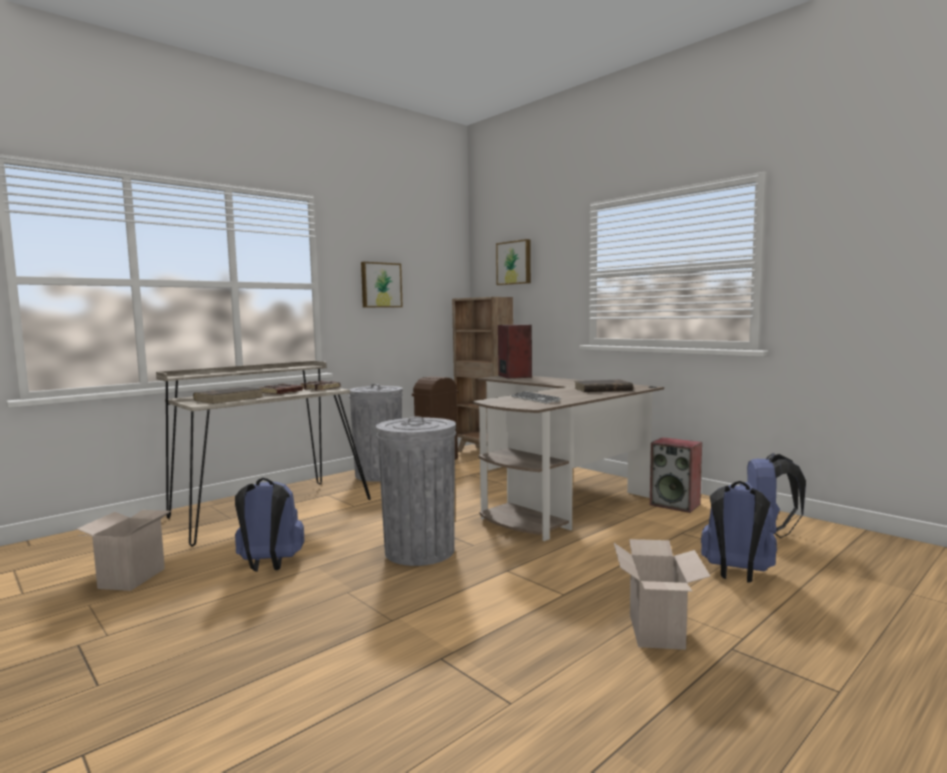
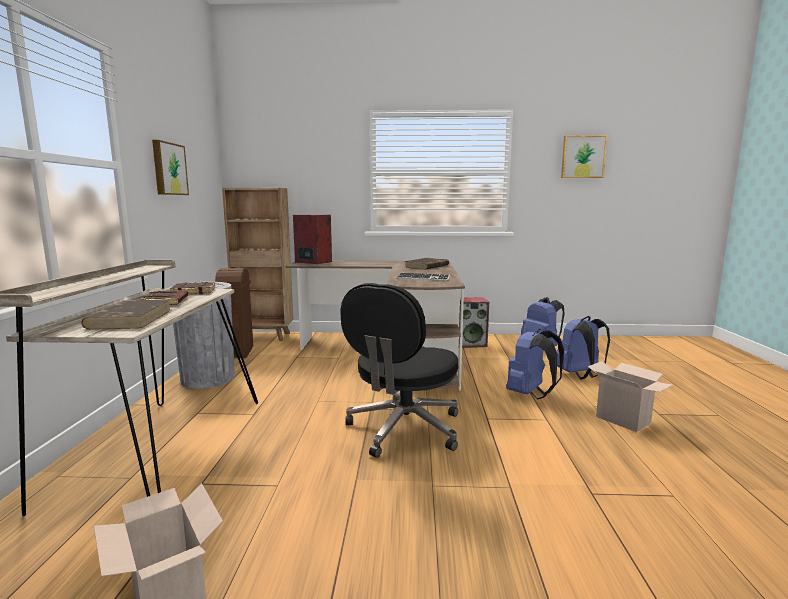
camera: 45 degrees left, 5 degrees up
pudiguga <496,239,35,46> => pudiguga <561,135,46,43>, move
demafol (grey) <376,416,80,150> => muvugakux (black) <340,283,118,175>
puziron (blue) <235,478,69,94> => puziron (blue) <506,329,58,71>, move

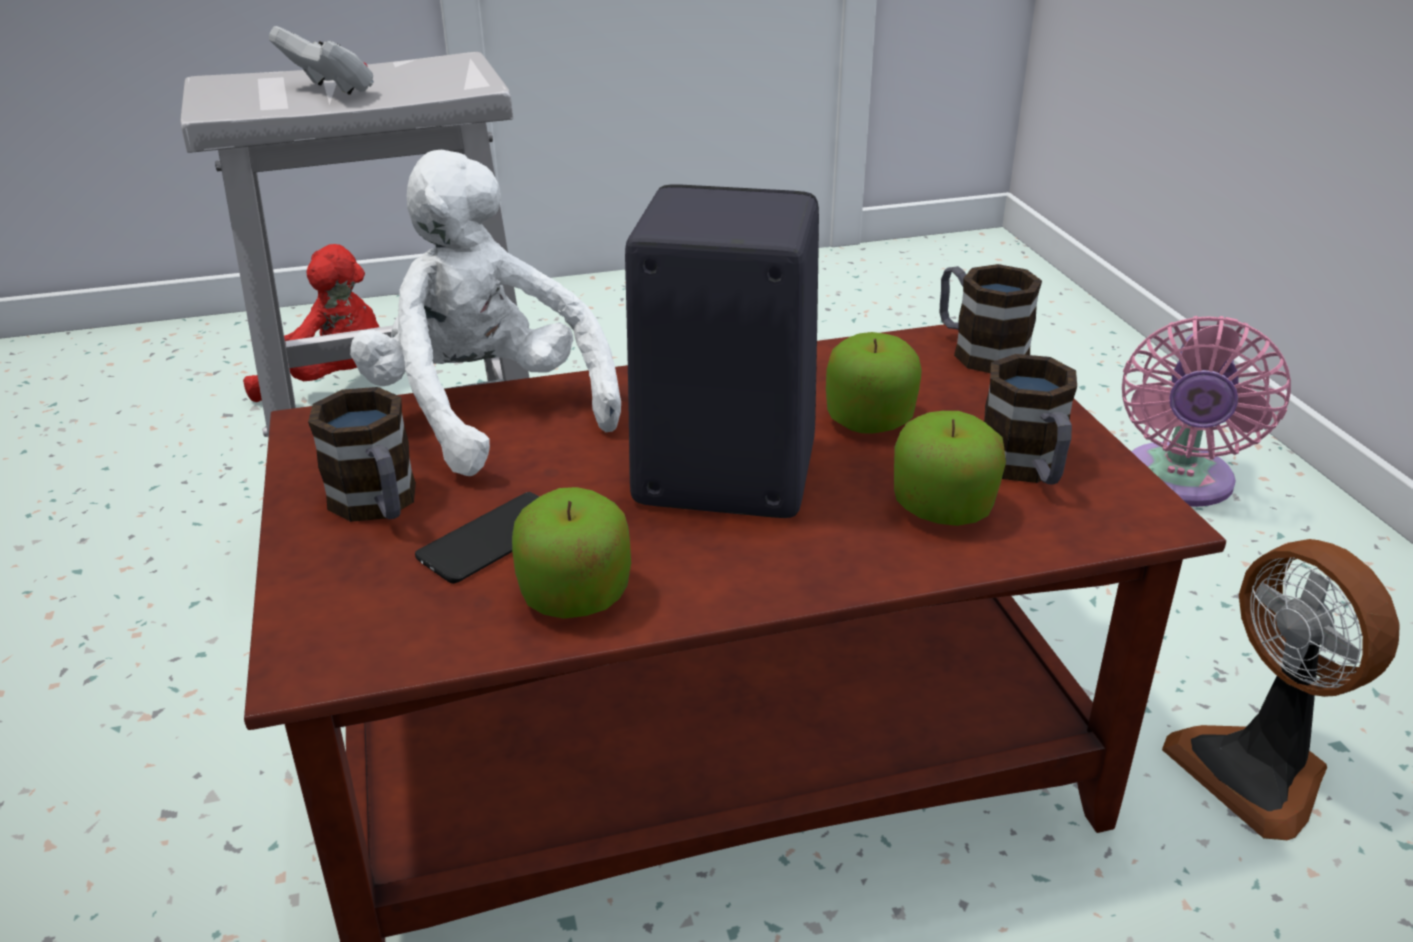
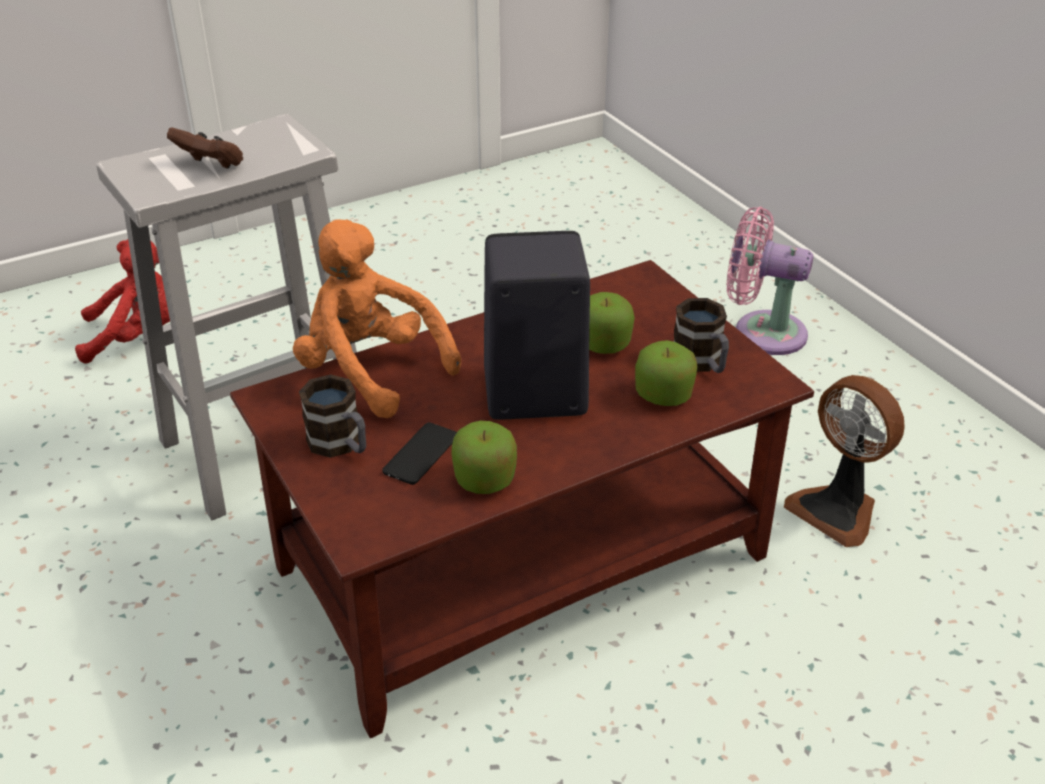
camera: 15 degrees left, 5 degrees up
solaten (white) <269,26,105,69> => solaten (brown) <167,127,76,42>
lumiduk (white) <350,150,271,326> => lumiduk (orange) <293,219,168,199>
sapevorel <939,264,103,109> => nothing
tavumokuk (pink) <1122,316,169,191> => tavumokuk (pink) <727,207,86,148>, 105 degrees clockwise

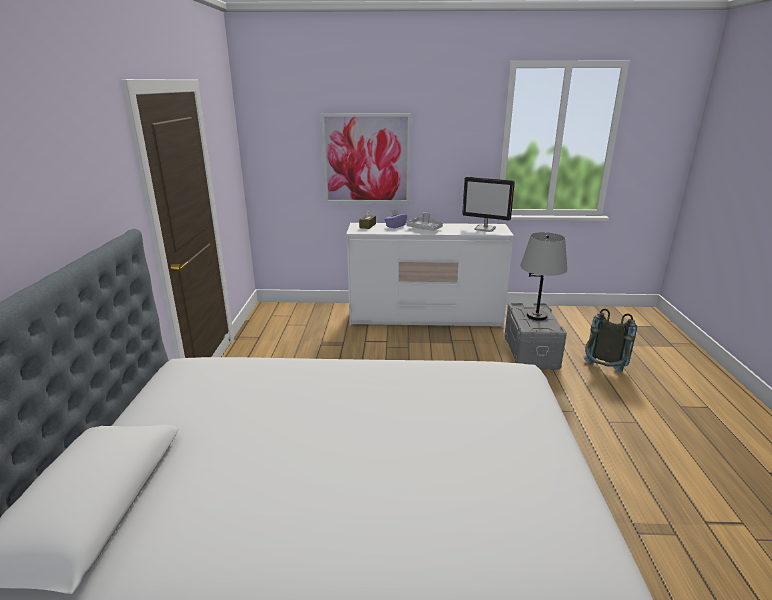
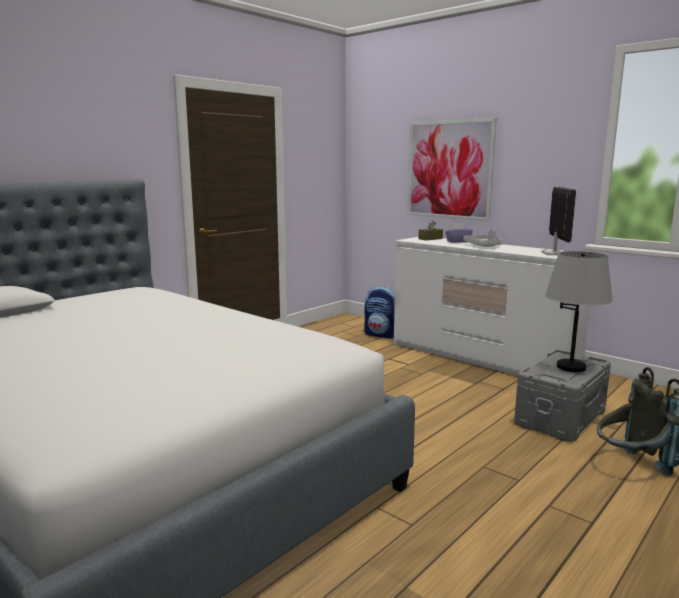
camera: 40 degrees right, 10 degrees down
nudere <462,177,53,55> => nudere <541,187,35,68>, 150 degrees counterclockwise
nothing => puziron <364,286,31,53>

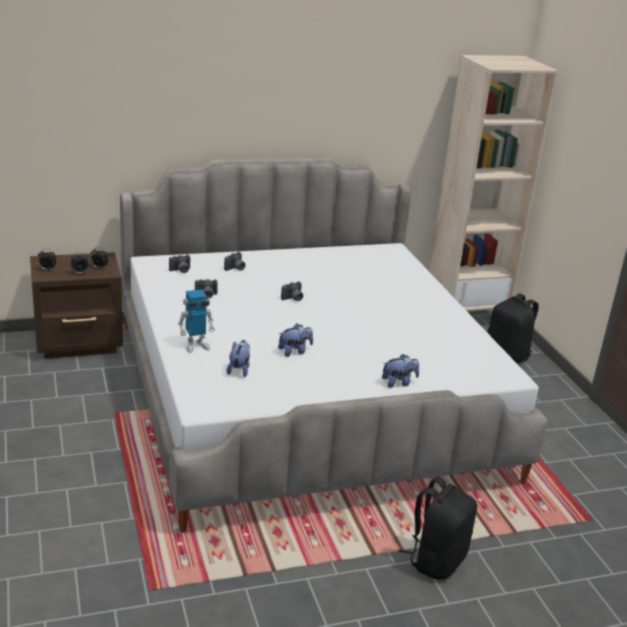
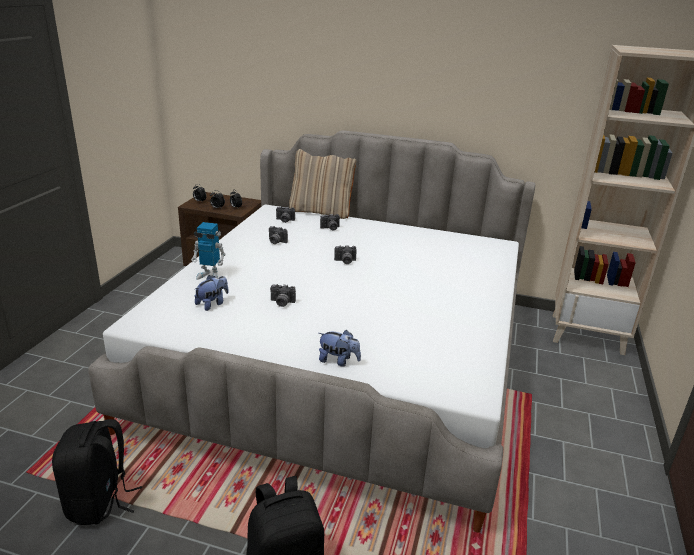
camera: 35 degrees right, 0 degrees up
puziron (black) <488,294,51,69> => puziron (black) <52,419,90,106>, move
lumiduk <278,324,35,33> => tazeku <270,284,26,23>
nothing => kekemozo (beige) <289,149,67,70>

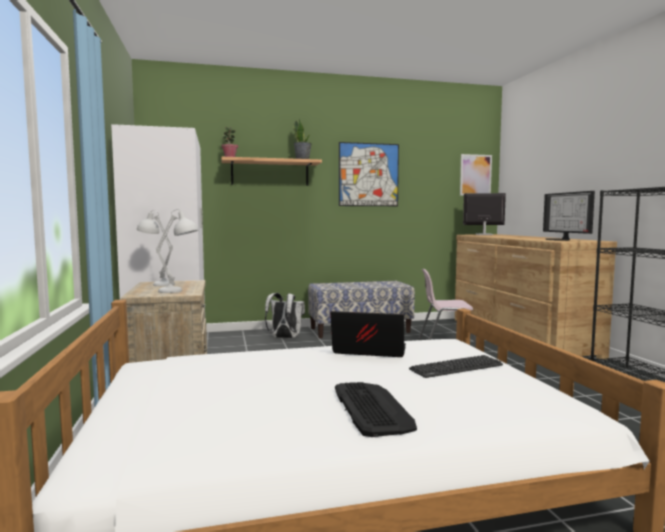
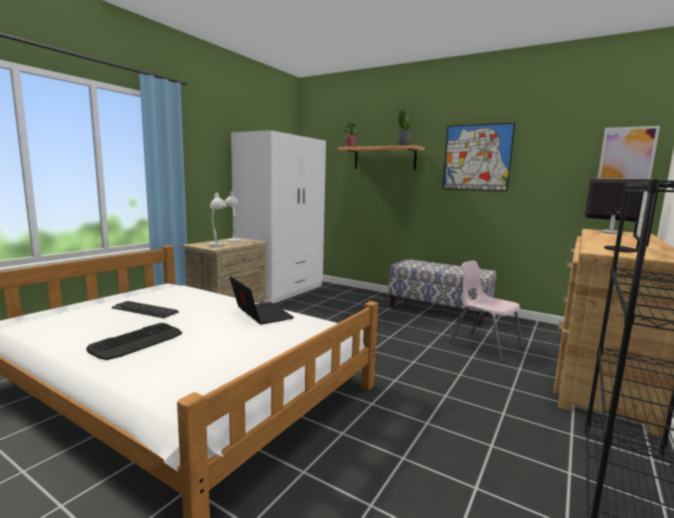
camera: 45 degrees right, 5 degrees up
puziron (white) <265,293,40,45> => nothing
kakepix <409,355,94,23> => kakepix <112,301,67,17>, move

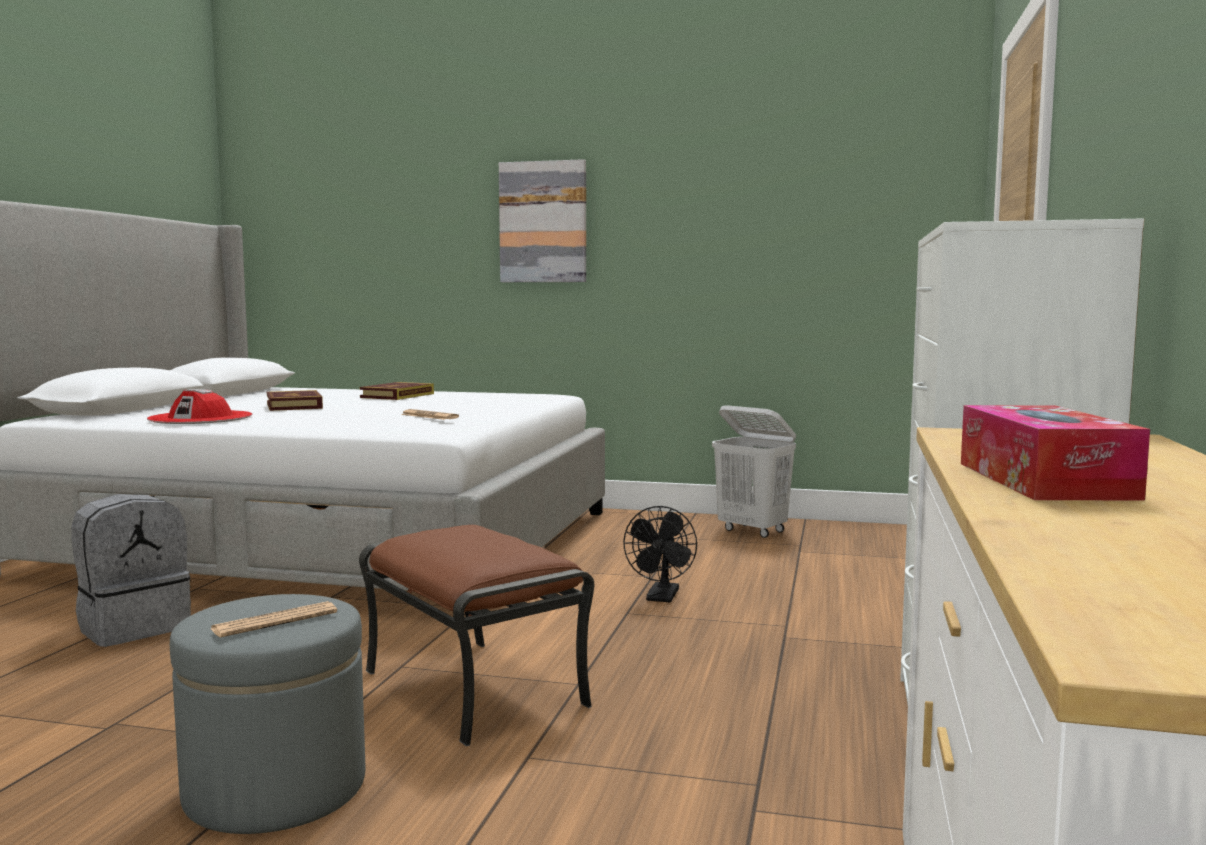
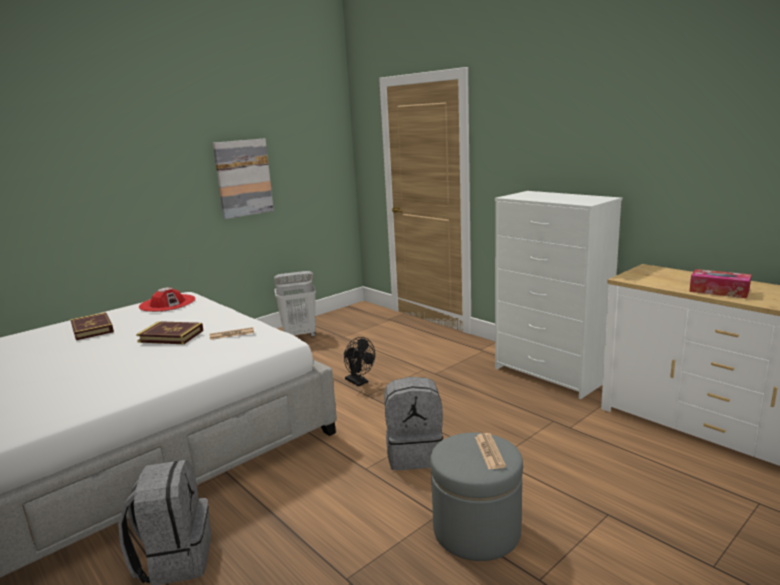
camera: 55 degrees left, 10 degrees up
pudiguga <499,159,87,123> => pudiguga <213,139,61,80>, move
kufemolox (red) <147,389,105,35> => kufemolox (red) <139,288,57,24>, move
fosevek <267,390,56,21> => fosevek <136,321,68,23>, move
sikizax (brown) <359,525,235,221> => puziron (grey) <384,377,60,93>

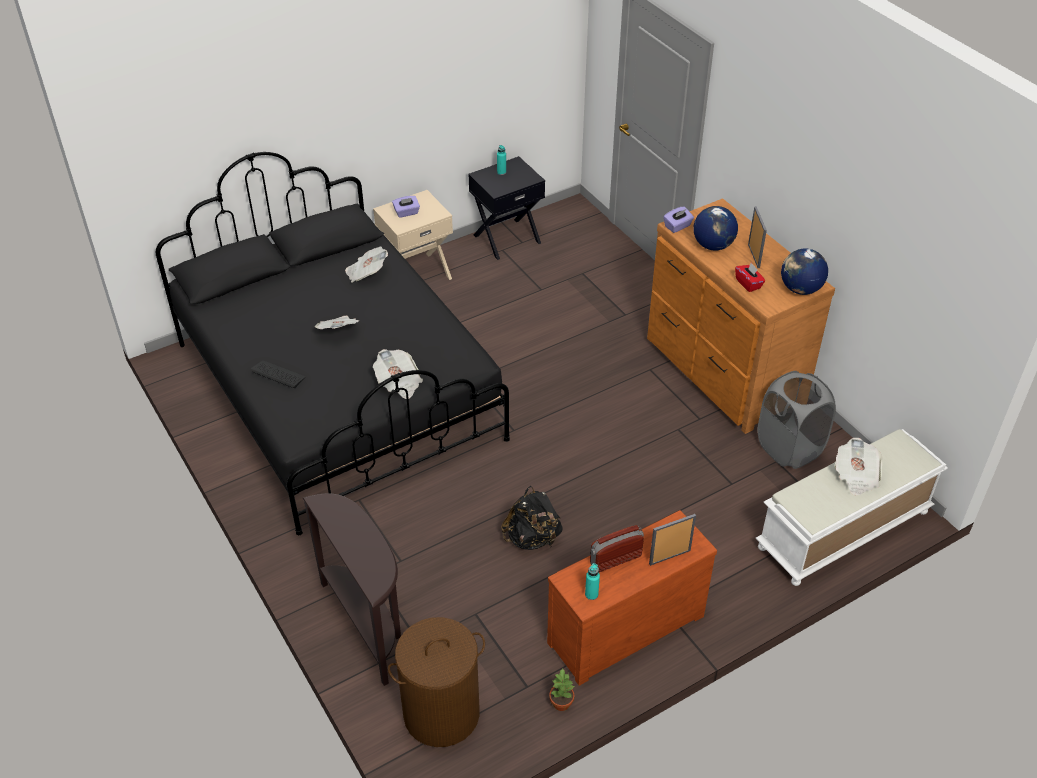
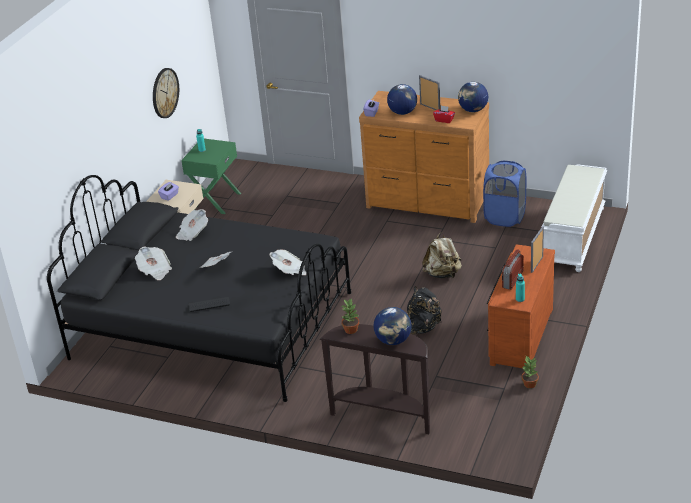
camera: 35 degrees left, 10 degrees down
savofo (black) <468,156,77,104> => savofo (green) <181,139,60,75>
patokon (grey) <758,371,78,98> => patokon (blue) <483,160,43,67>
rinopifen <834,438,49,58> => rinopifen <135,246,37,34>, move
patokon (brown) <388,617,97,130> => nothing
nothing => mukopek <153,68,26,50>
nothing => puziron (beige) <422,232,40,47>
nothing => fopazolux <341,298,18,36>
nothing => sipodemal <374,307,38,38>

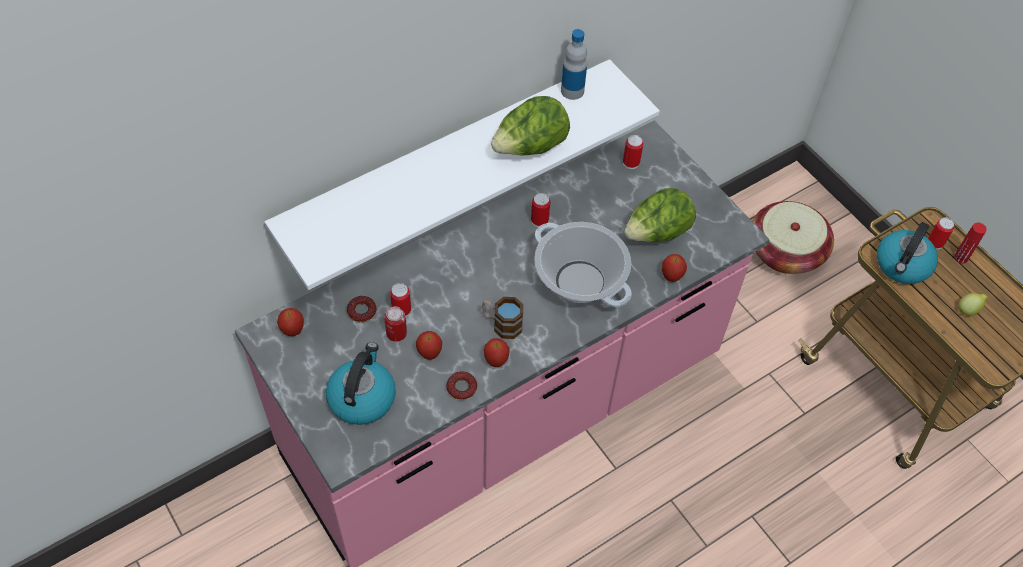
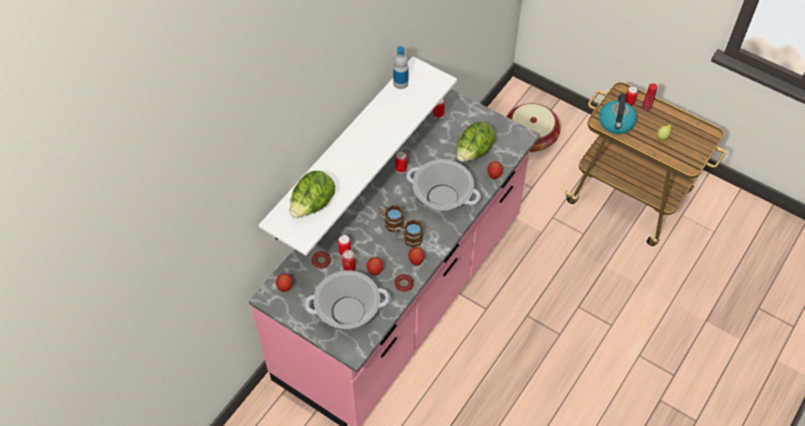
camera: 20 degrees left, 0 degrees up
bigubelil <491,96,79,60> => bigubelil <290,171,45,47>, move
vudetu <326,342,70,83> => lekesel <304,271,86,58>
nothing => sapevorel <379,205,25,27>

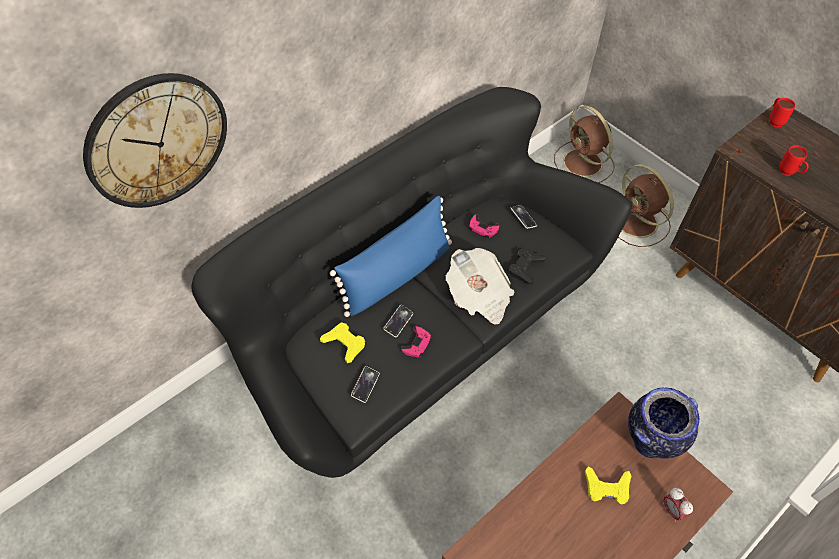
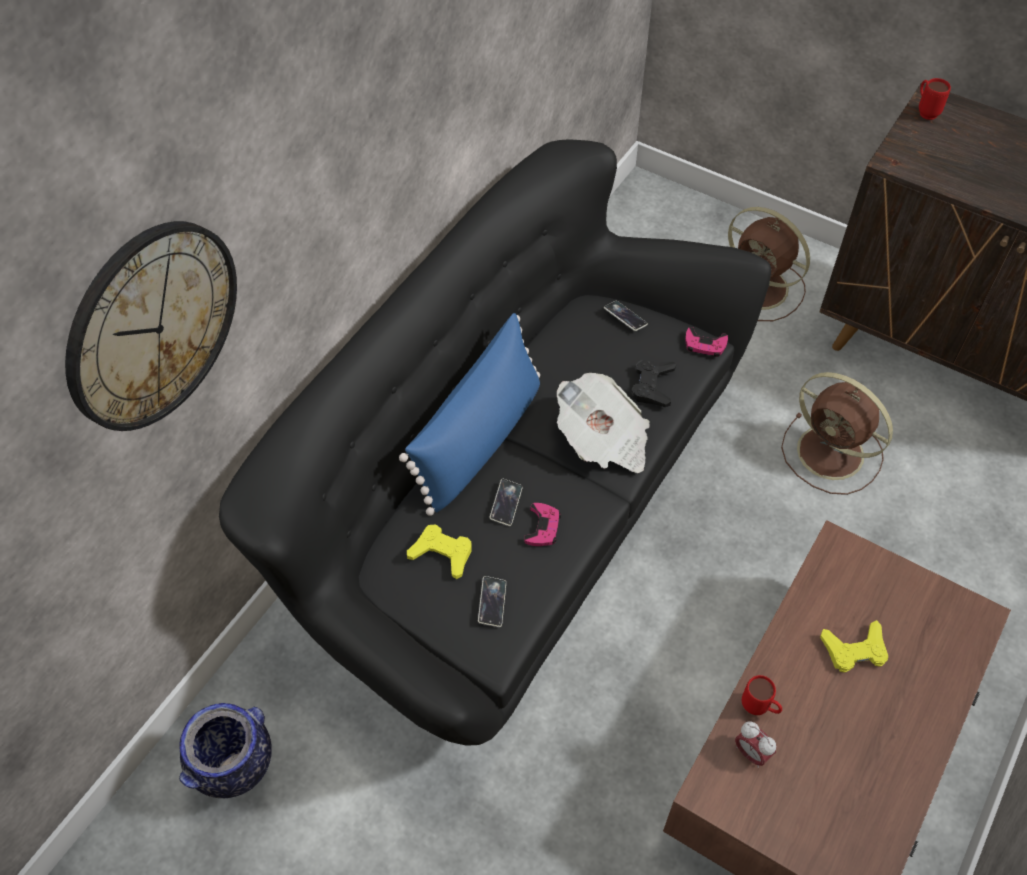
camera: 15 degrees left, 0 degrees up
tavumokuk (brown) <554,106,61,77> => tavumokuk (brown) <781,372,112,123>, move
sapevorel (red) <779,145,30,31> => sapevorel (red) <742,675,40,40>, move
solaten (pink) <469,214,31,24> => solaten (pink) <685,327,43,30>, move
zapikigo <628,387,71,72> => zapikigo <179,703,93,95>, move
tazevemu <663,488,30,34> => tazevemu <735,721,41,47>, move

